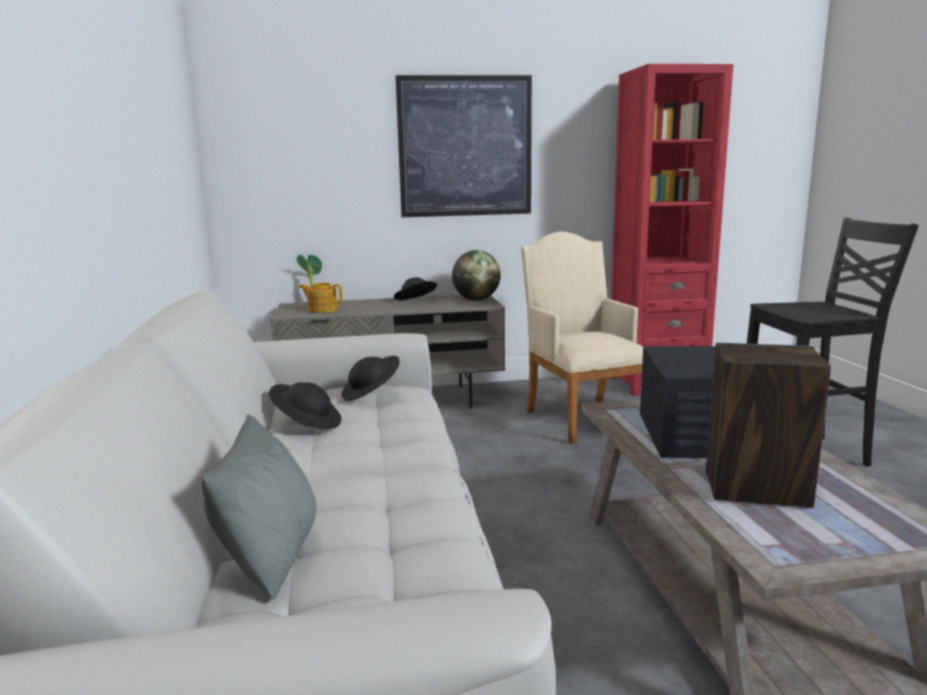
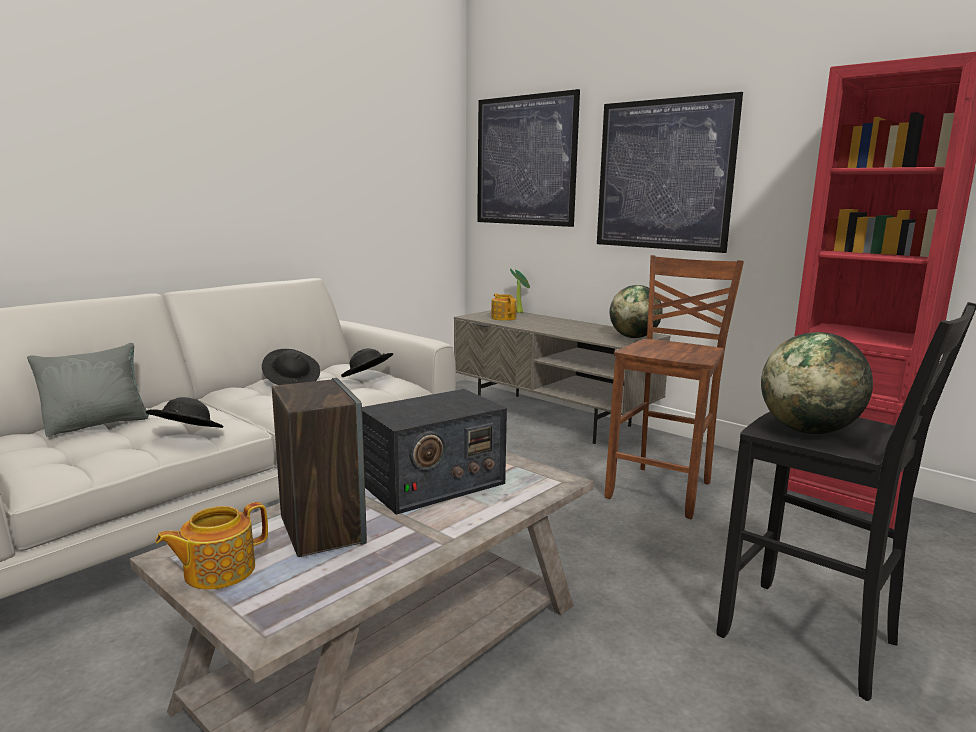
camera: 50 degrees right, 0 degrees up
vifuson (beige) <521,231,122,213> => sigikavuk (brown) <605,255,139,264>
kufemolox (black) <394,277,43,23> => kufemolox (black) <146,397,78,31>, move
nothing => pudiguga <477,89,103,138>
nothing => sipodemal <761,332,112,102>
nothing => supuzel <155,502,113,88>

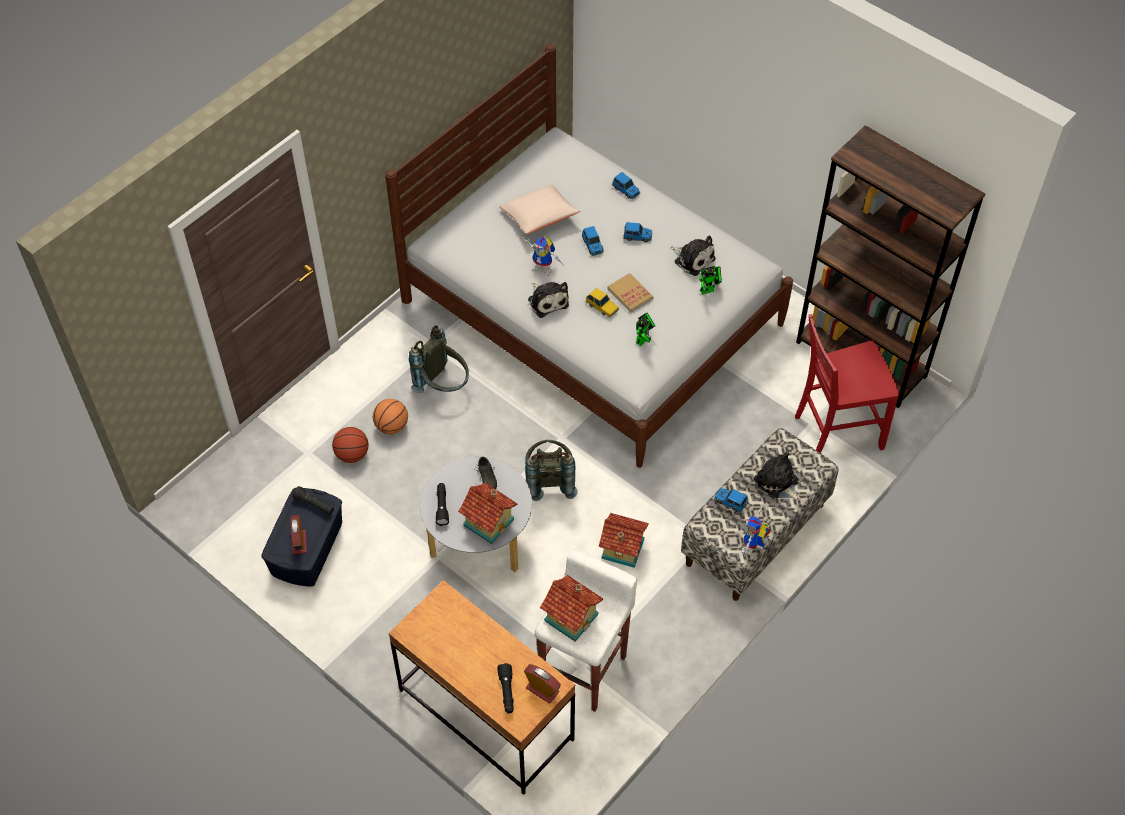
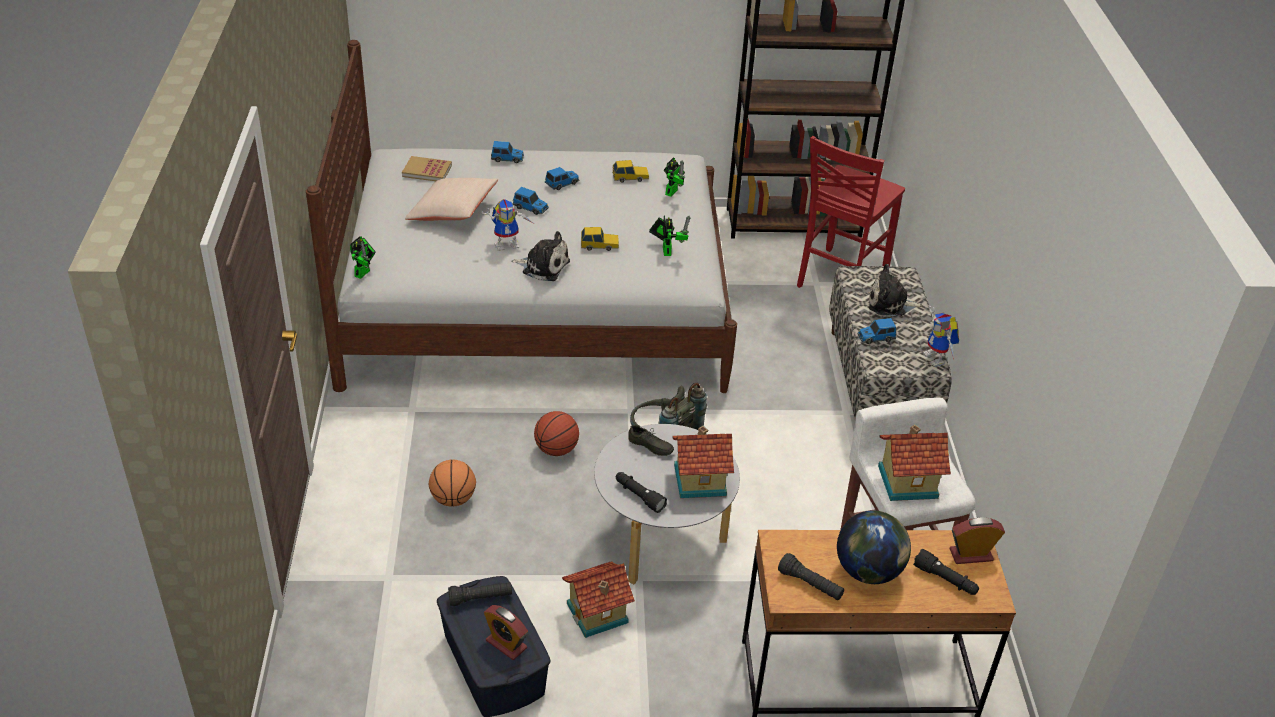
camera: 45 degrees left, 15 degrees down
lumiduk <670,235,46,41> => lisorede <612,160,37,22>
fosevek <607,273,47,40> => fosevek <402,156,50,25>, move
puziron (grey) <409,325,60,68> => nothing
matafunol <332,427,37,36> => matafunol <534,411,45,45>, move
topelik <598,513,51,55> => topelik <562,561,73,77>, move
nothing => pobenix <350,236,26,43>
nothing => sipodemal <837,511,74,73>
nothing => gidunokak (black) <778,553,66,47>

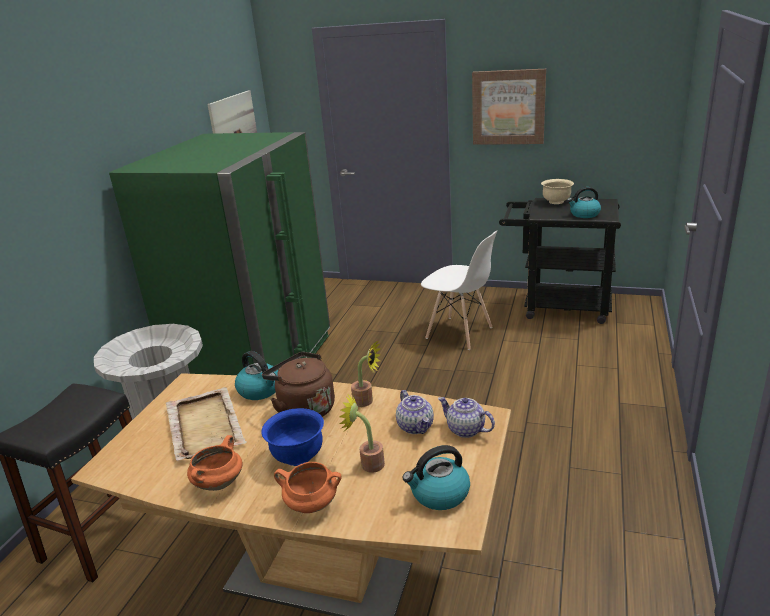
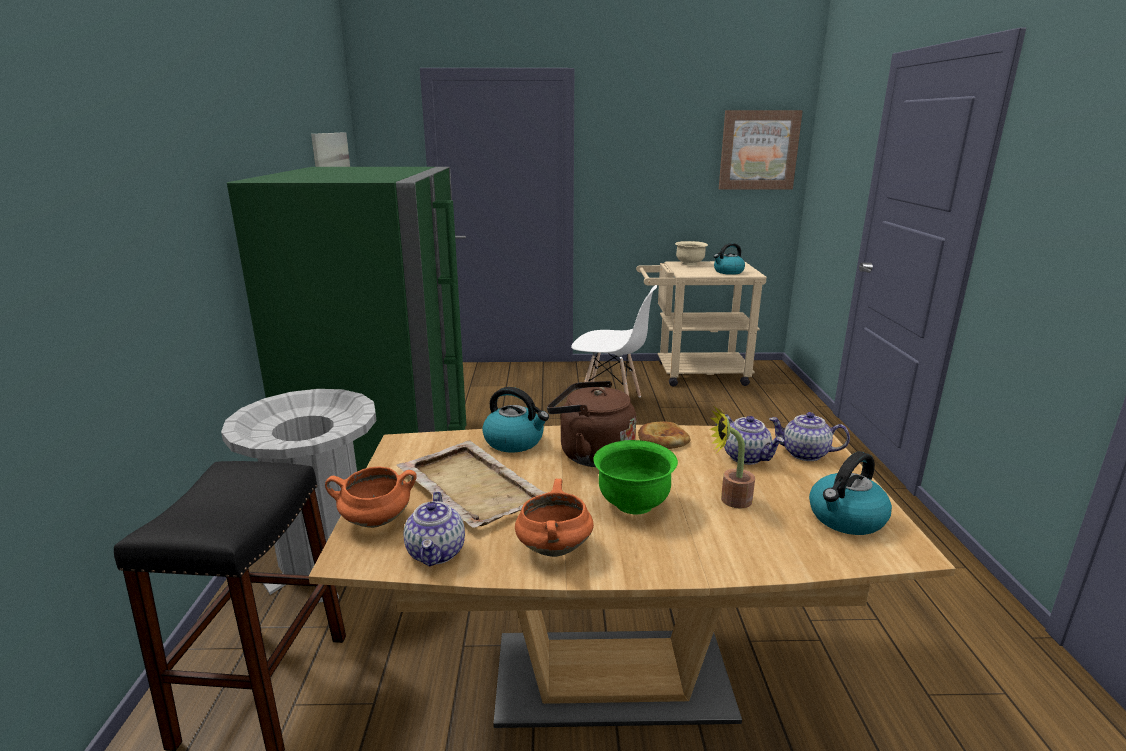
camera: 20 degrees left, 5 degrees down
pudiguga <472,69,74,76> => pudiguga <719,110,84,80>, move
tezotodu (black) <499,198,122,126> => tezotodu (beige) <636,261,131,126>
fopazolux <351,341,30,66> => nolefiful <638,421,52,28>
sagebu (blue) <261,408,63,58> => sagebu (green) <593,440,85,74>
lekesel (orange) <274,462,68,51> => lekesel (orange) <325,467,92,61>, move
nothing => supuzel <404,491,61,76>

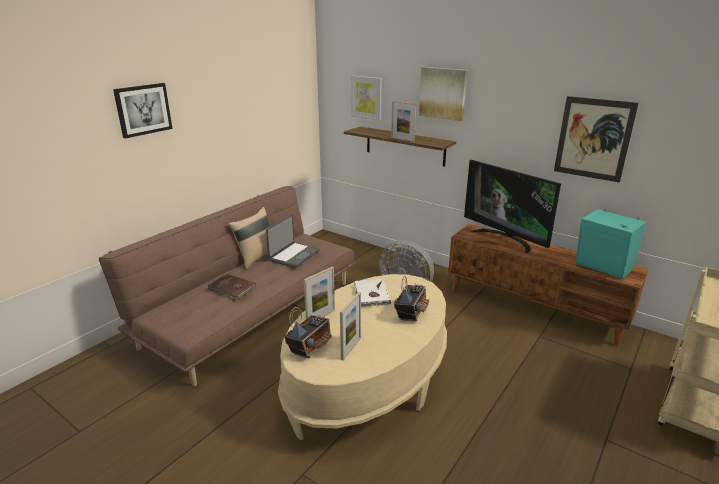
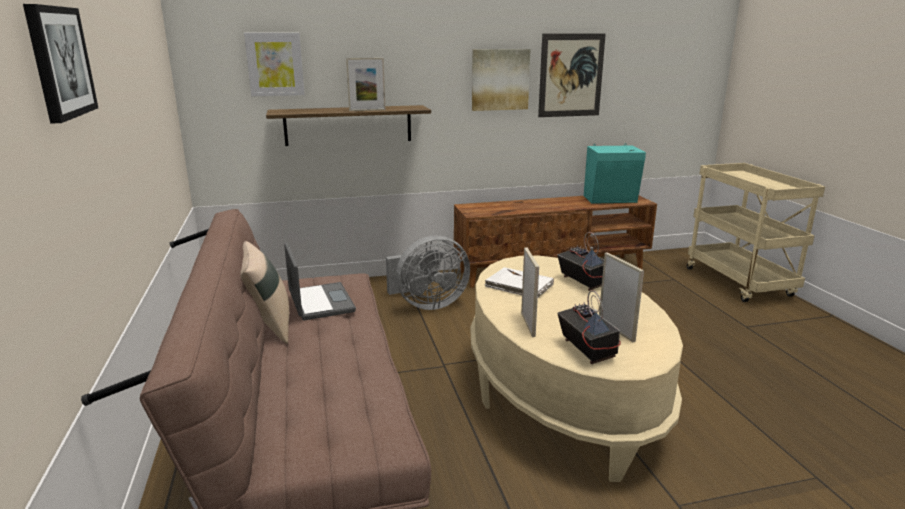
camera: 50 degrees left, 5 degrees down
pudiguga <419,67,48,54> => pudiguga <472,49,59,62>, move
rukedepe <464,160,97,94> => nothing
fosevek (brown) <207,274,49,25> => nothing

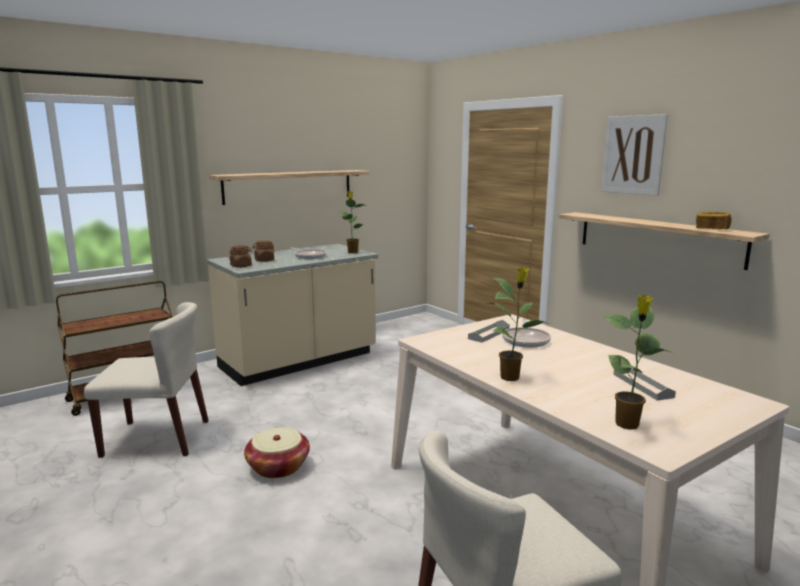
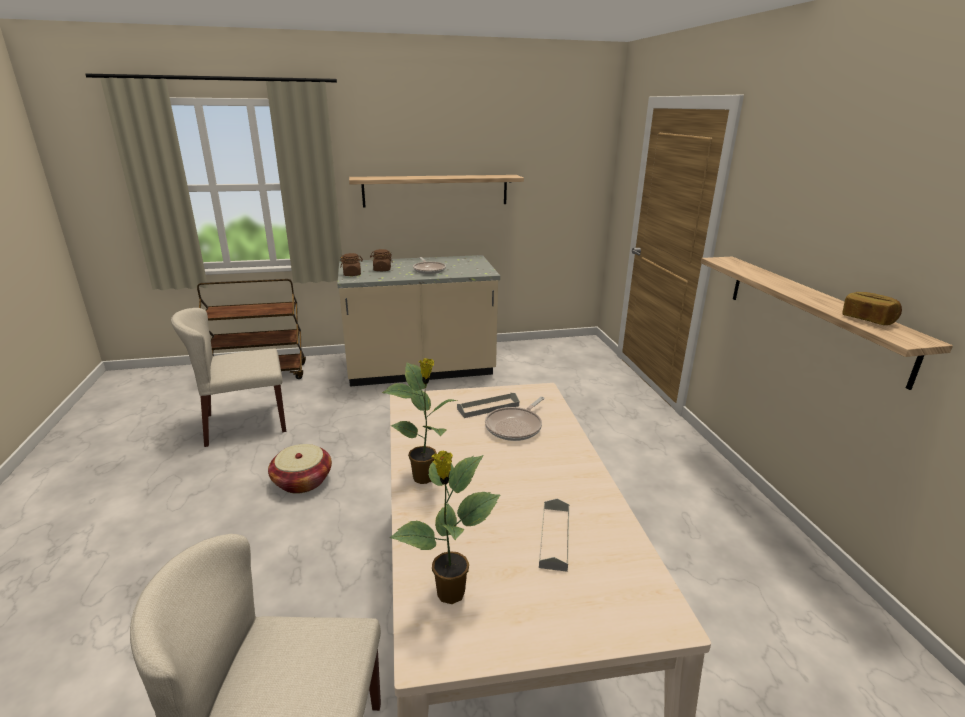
camera: 25 degrees right, 10 degrees up
pudiguga <601,114,67,82> => nothing
fopazolux <339,191,27,62> => nothing
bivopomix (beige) <84,302,125,156> => bivopomix (beige) <171,308,115,139>, 135 degrees clockwise

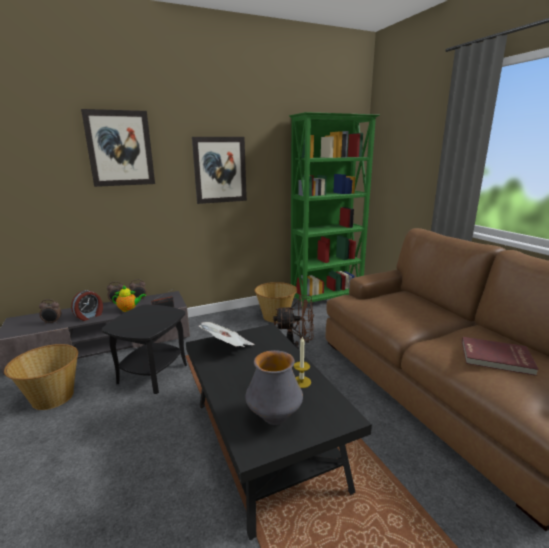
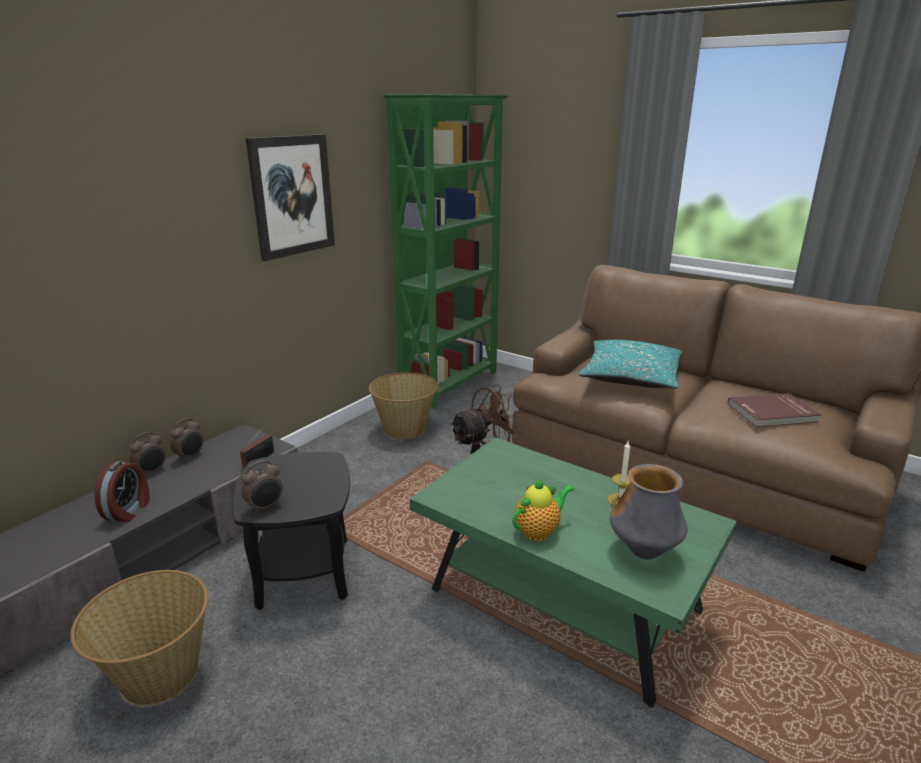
camera: 30 degrees left, 5 degrees up
pudiguga <81,109,74,78> => nothing
supuzel <112,285,34,27> => supuzel <512,478,62,63>, move
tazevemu <39,299,23,25> => tazevemu <241,460,42,54>, move
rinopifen <199,322,56,25> => nothing
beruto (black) <186,324,186,216> => beruto (green) <410,438,327,270>
nothing => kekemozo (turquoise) <579,340,104,48>

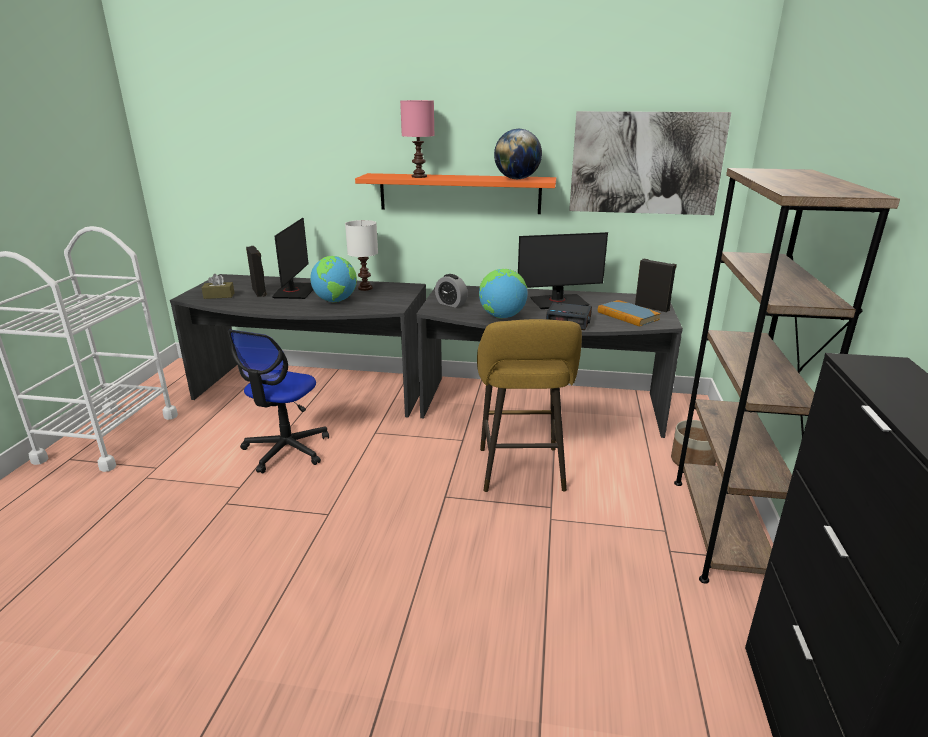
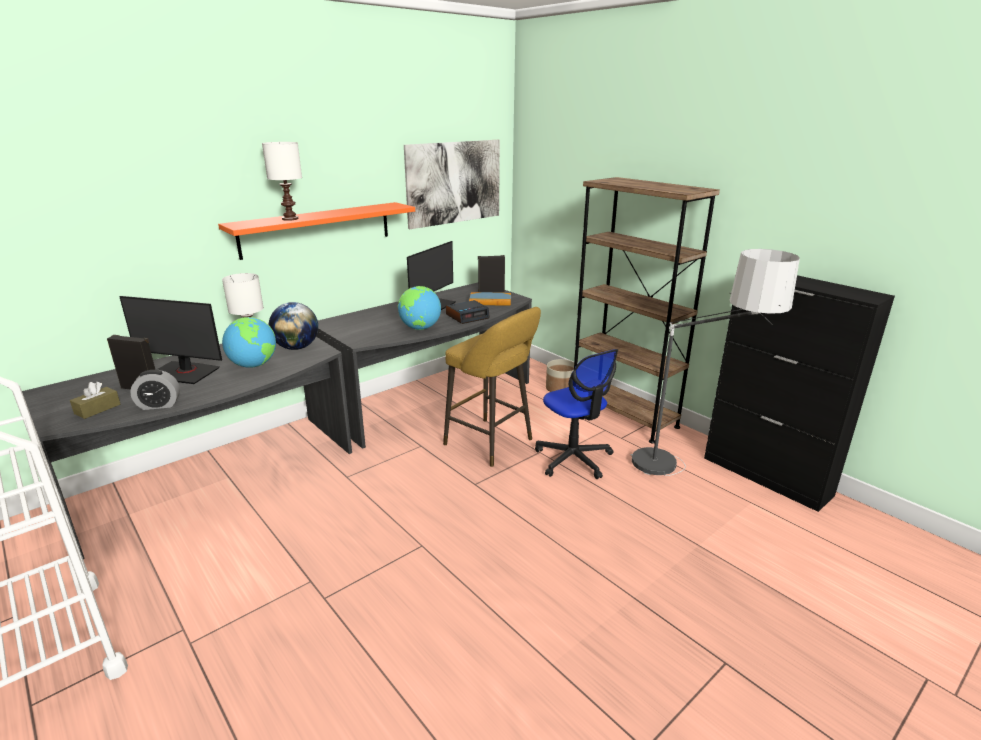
camera: 50 degrees left, 0 degrees up
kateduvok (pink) <400,100,35,78> => kateduvok (white) <262,142,40,79>
sipodemal <494,129,48,50> => sipodemal <269,302,49,48>, move
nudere <272,218,41,81> => nudere <119,296,103,88>, 150 degrees clockwise
tazevemu <435,274,33,34> => tazevemu <130,370,50,40>, move
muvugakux <228,330,101,143> => muvugakux <535,349,83,130>, move
nothing => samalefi <630,249,170,227>

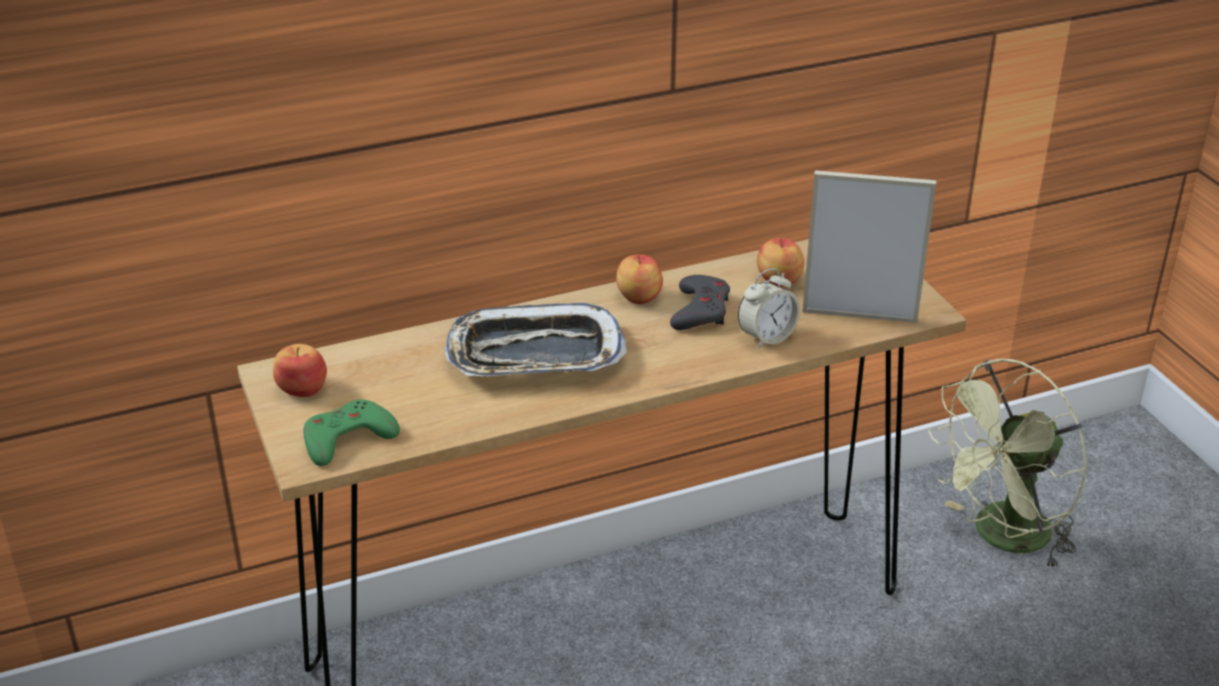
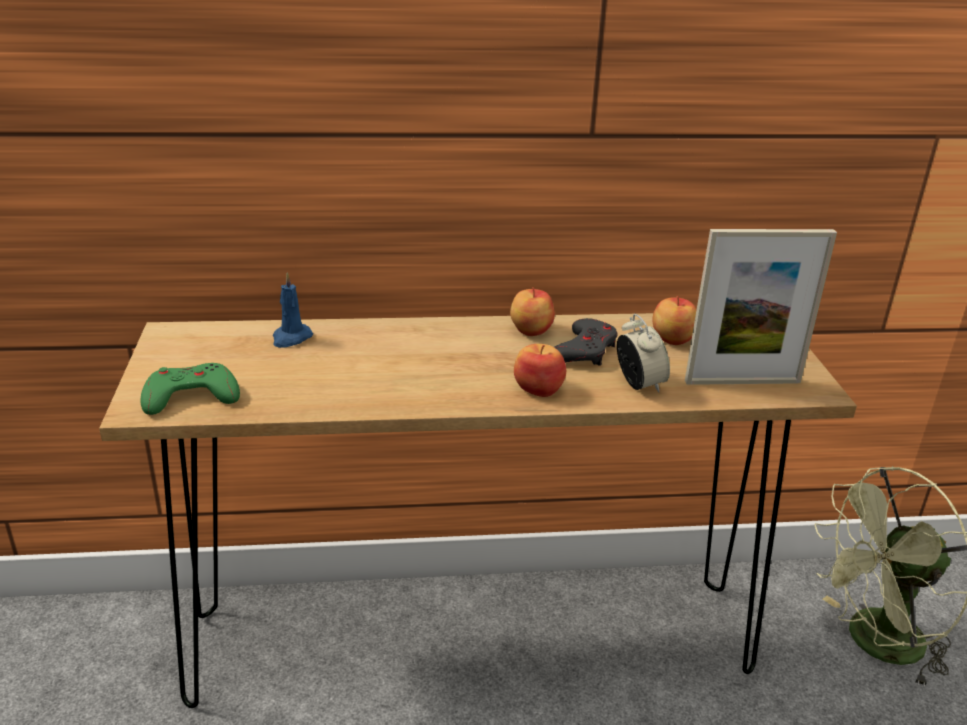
camera: 15 degrees right, 5 degrees down
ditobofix <803,170,133,153> => ditobofix <685,229,152,156>, 150 degrees clockwise
tazevemu <738,268,62,81> => tazevemu <617,314,53,79>, 90 degrees counterclockwise
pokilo <444,303,183,73> => nothing
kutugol <273,344,54,53> => kutugol <514,344,52,53>, move
nothing => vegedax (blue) <273,272,40,76>

